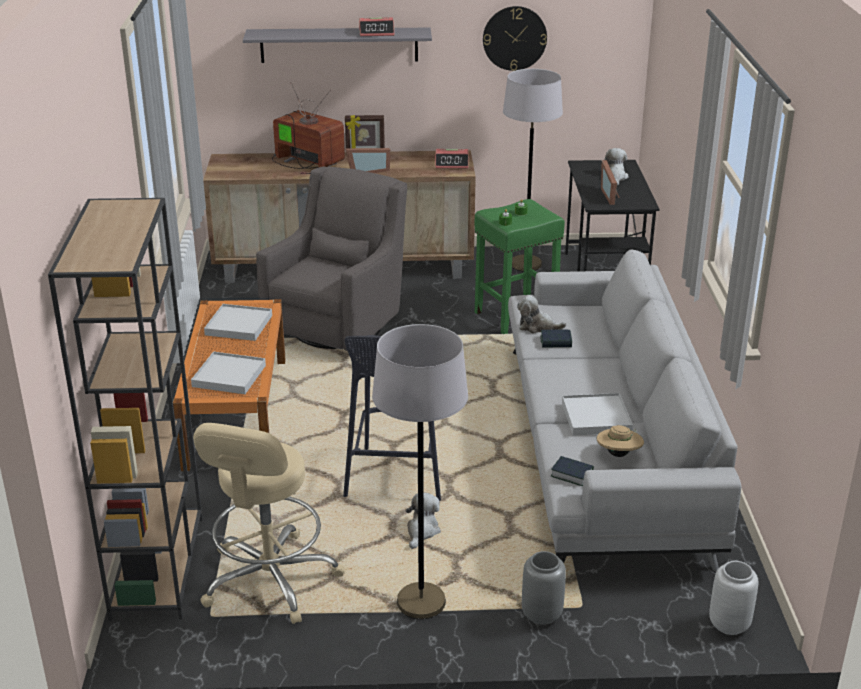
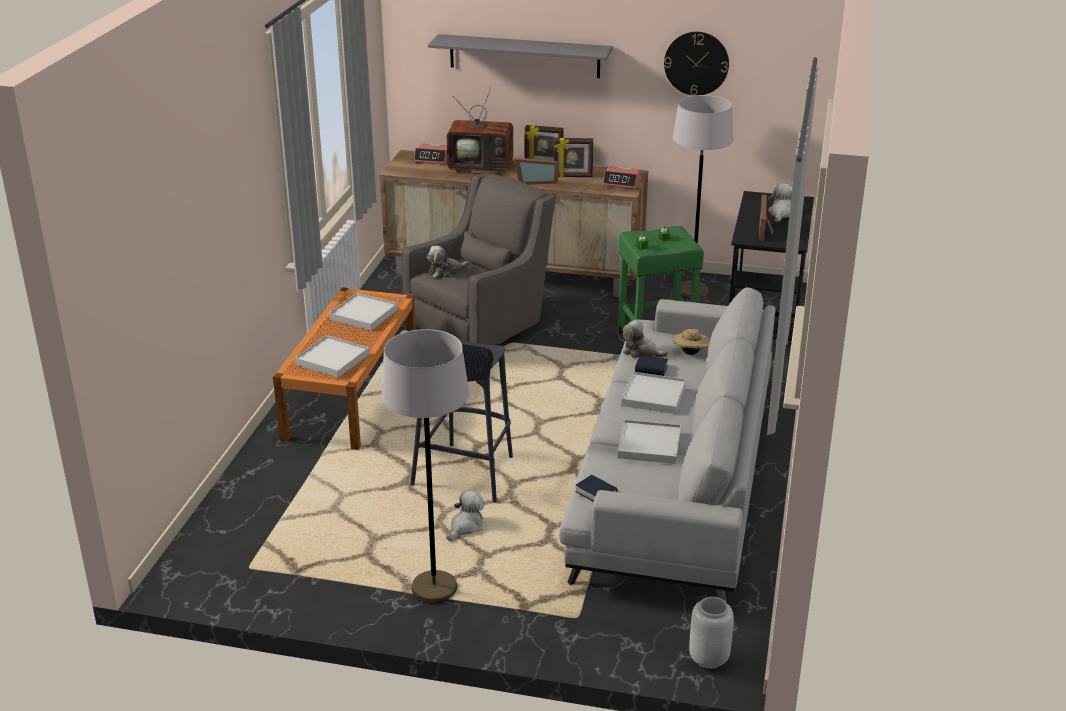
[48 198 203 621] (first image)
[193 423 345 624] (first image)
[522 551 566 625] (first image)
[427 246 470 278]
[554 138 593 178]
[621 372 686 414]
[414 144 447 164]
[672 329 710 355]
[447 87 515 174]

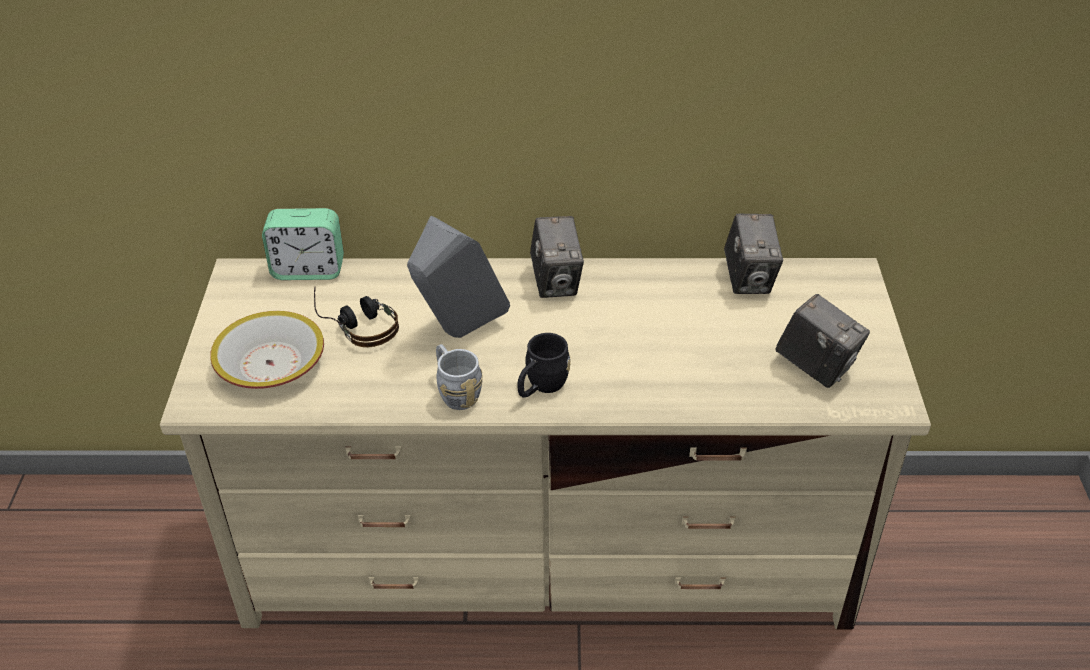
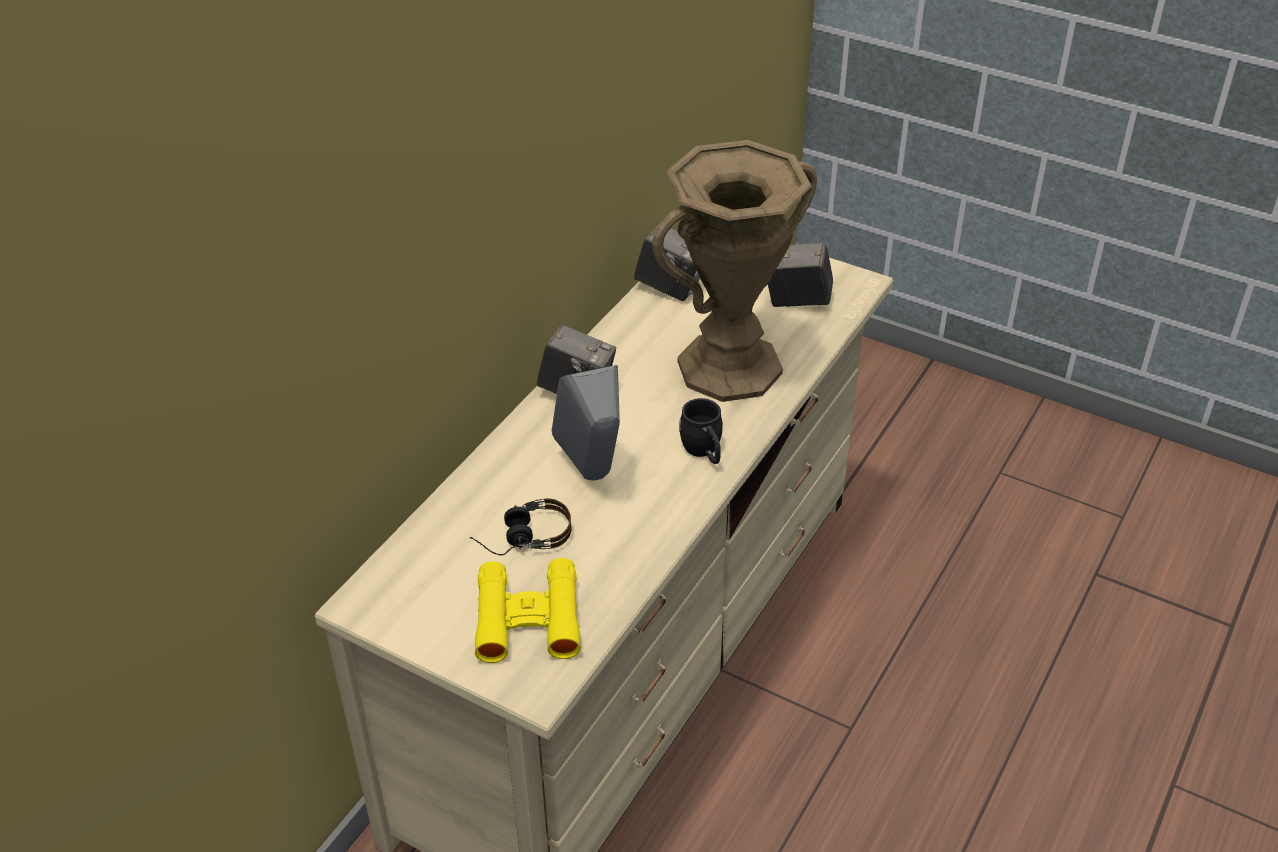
[262 208 344 280] (first image)
[436 344 483 410] (first image)
[652 140 817 402]
[475 558 581 663]
[768 242 833 307]

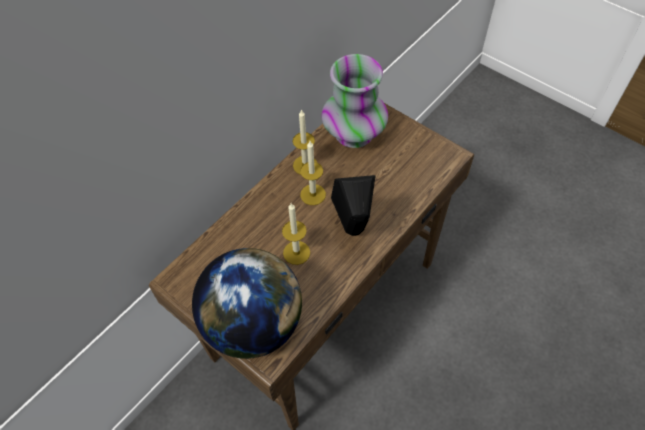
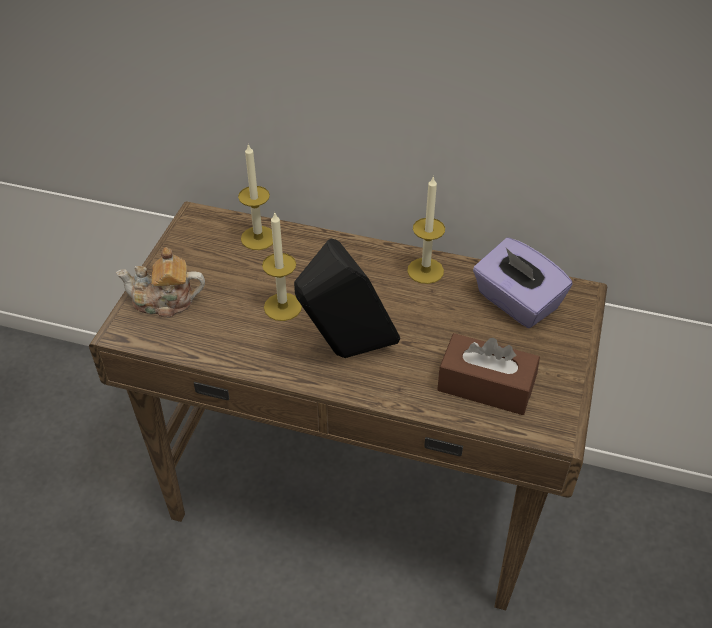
[437 333 540 415]
[238 143 273 250]
[116 247 205 318]
[473 238 573 328]

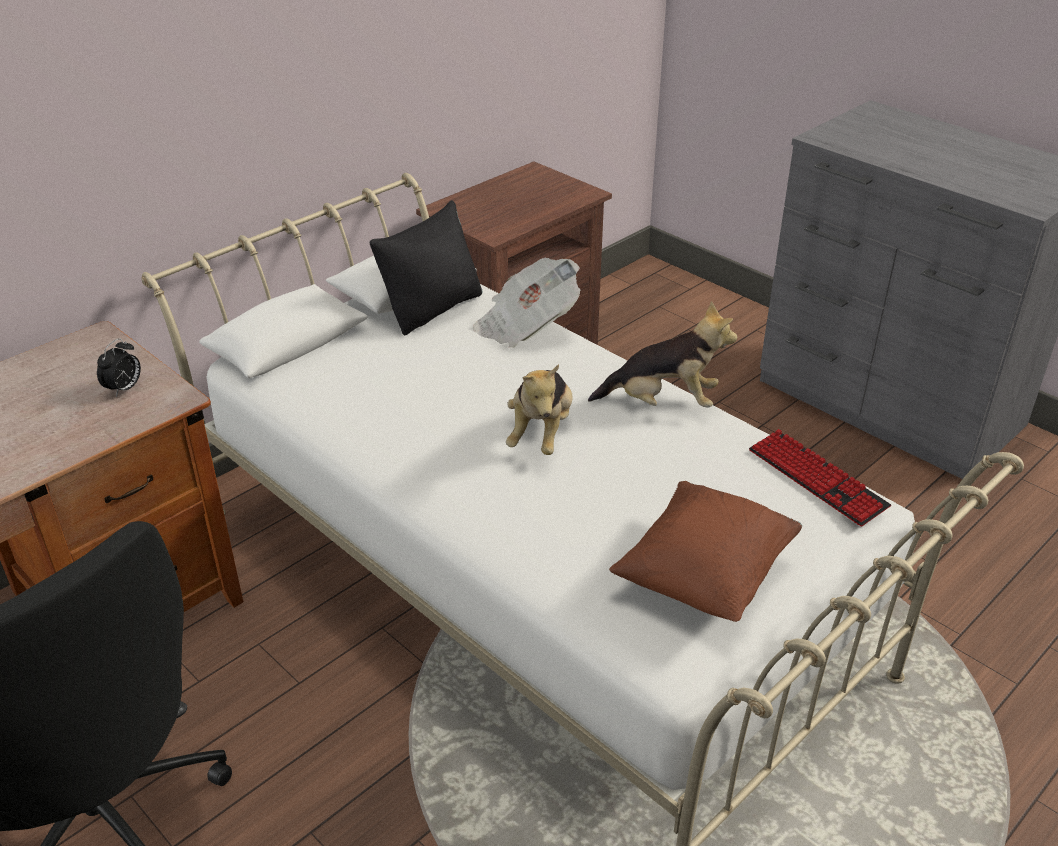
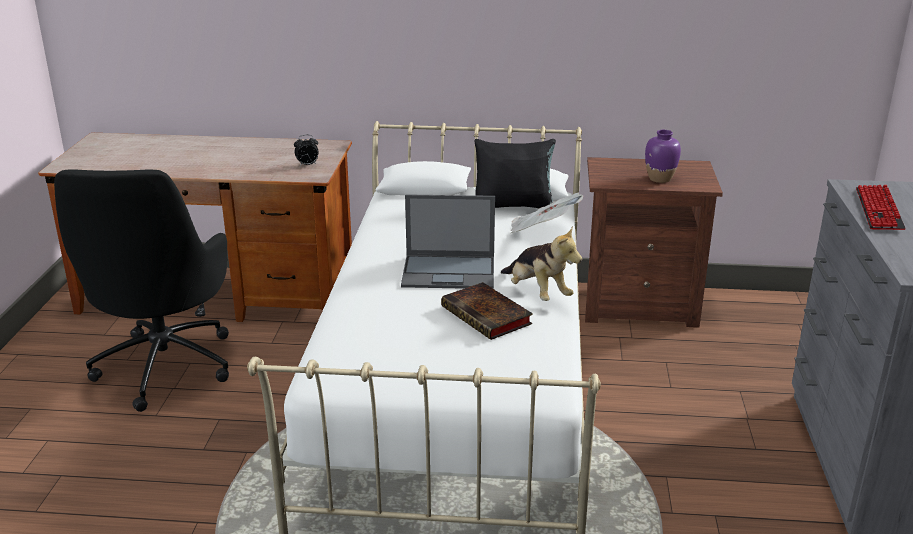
[609 481 802 622] (first image)
[441 282 533 340]
[645 130 681 183]
[856 185 906 230]
[401 194 495 289]

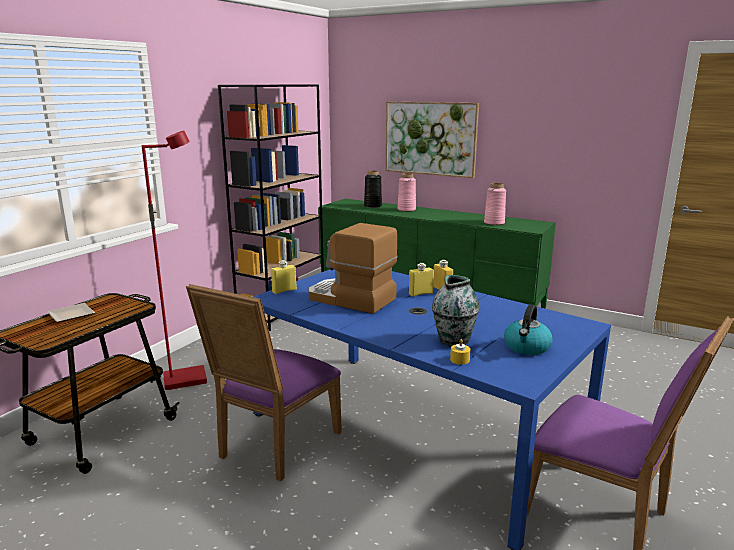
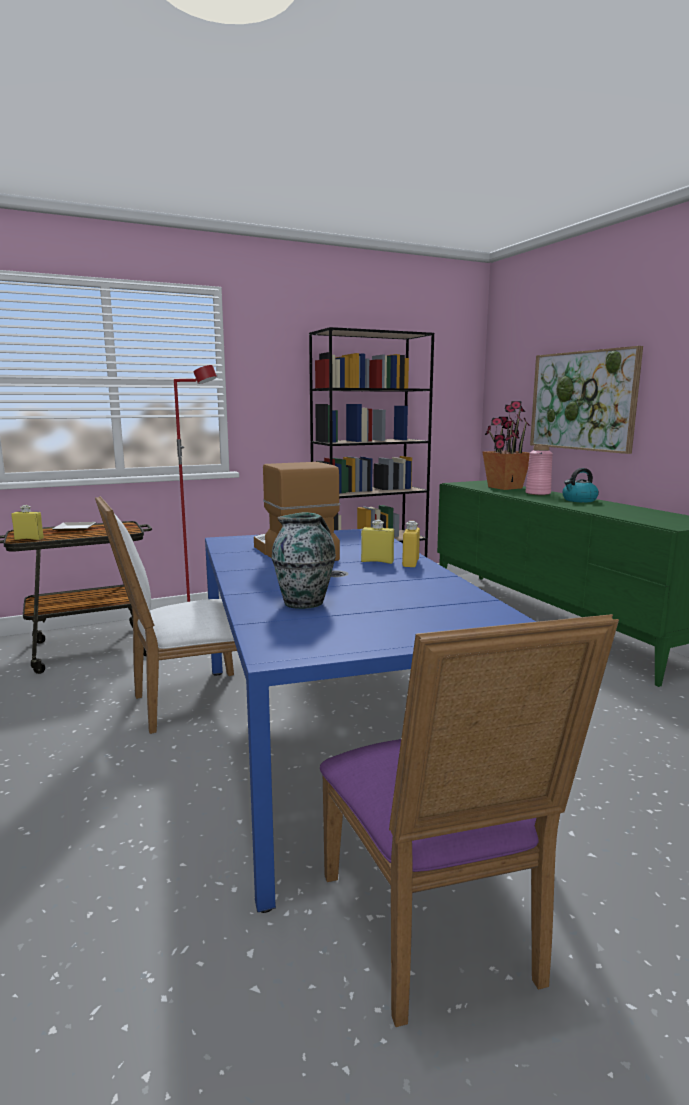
[450 339 471 365] (first image)
[484 183 506 225] (first image)
[11 505 44 540]
[563 468 599 503]
[482 401 530 490]
[95 496 237 734]

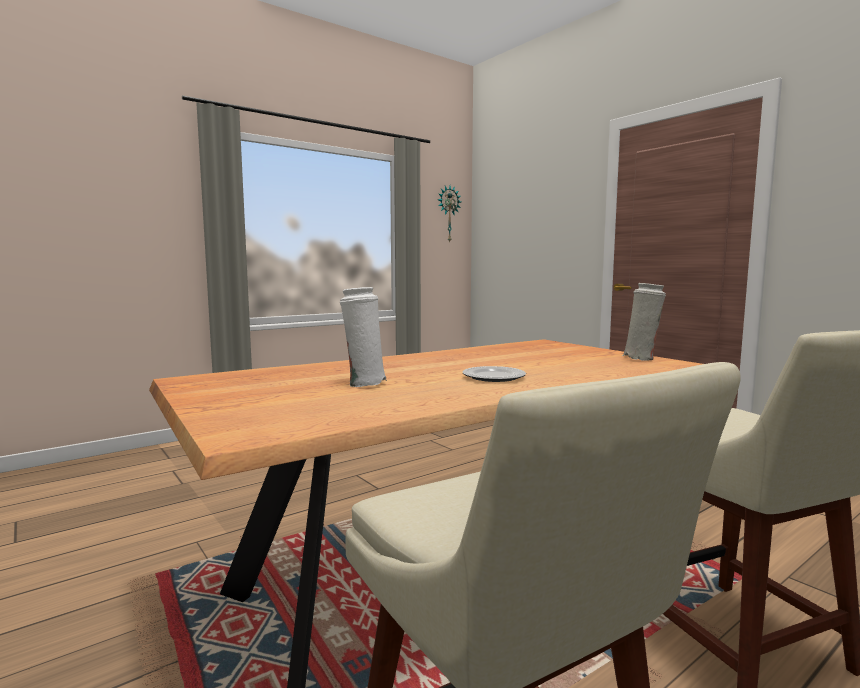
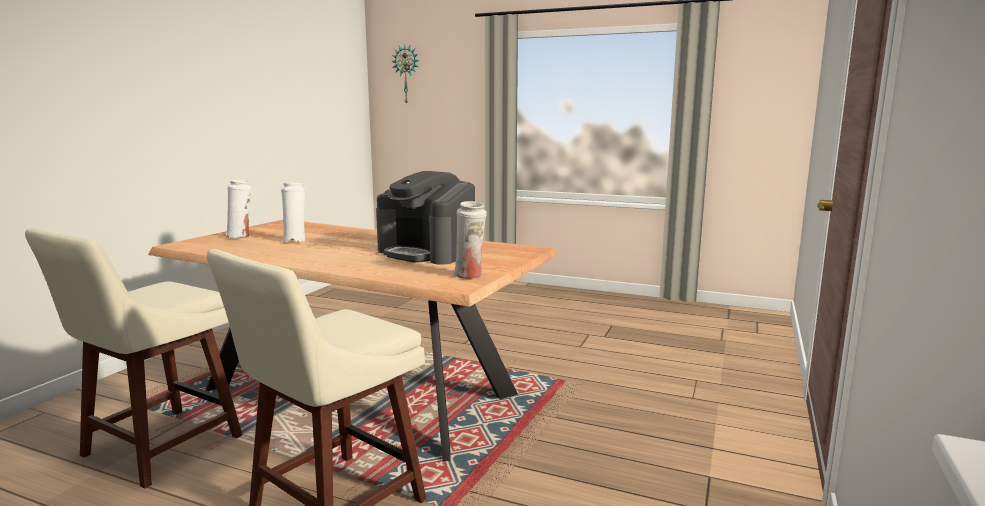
[462 366 526 382] (first image)
[226 180 251 239]
[376 171 475 265]
[391 45 419 105]

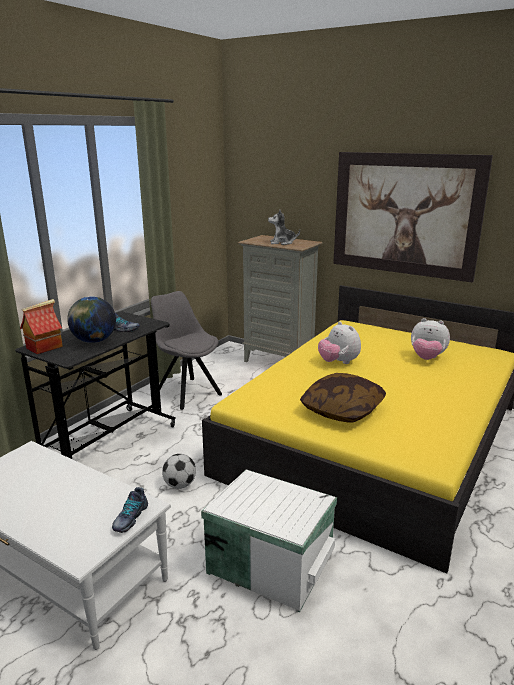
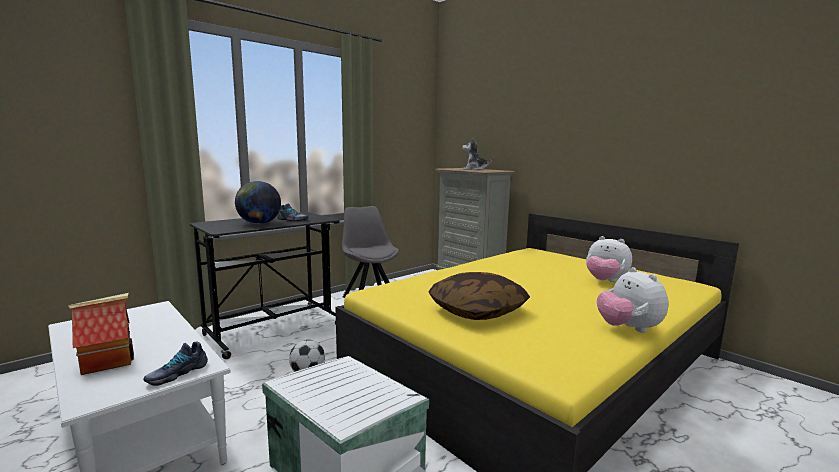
[333 152 493 283] (first image)
[68 293 134 375]
[597 267 668 333]

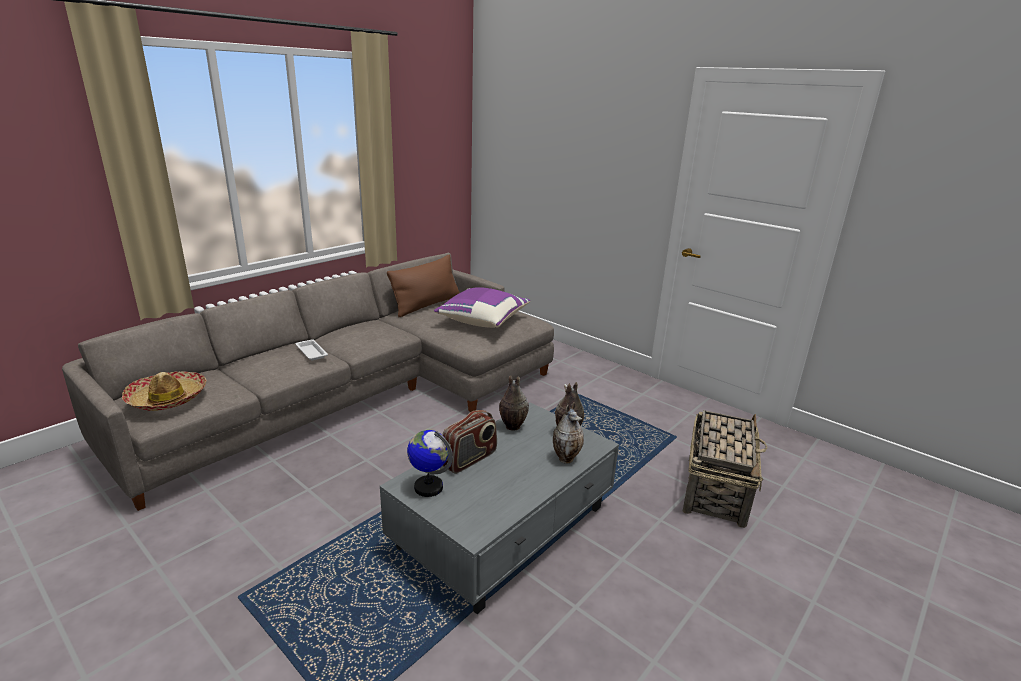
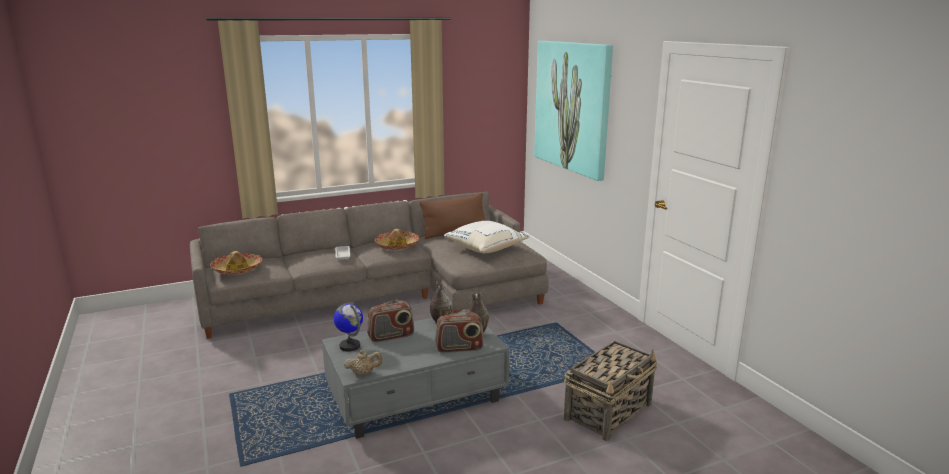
[344 350 382 376]
[375 229 419 250]
[534 41 613 181]
[435 311 484 353]
[444 221 530 254]

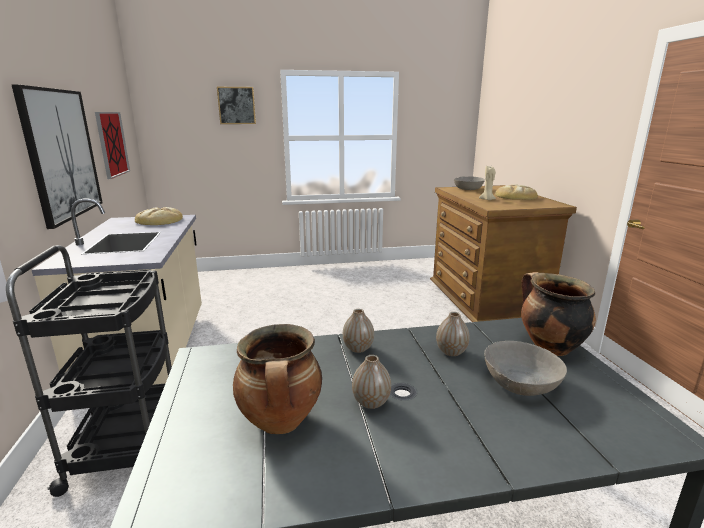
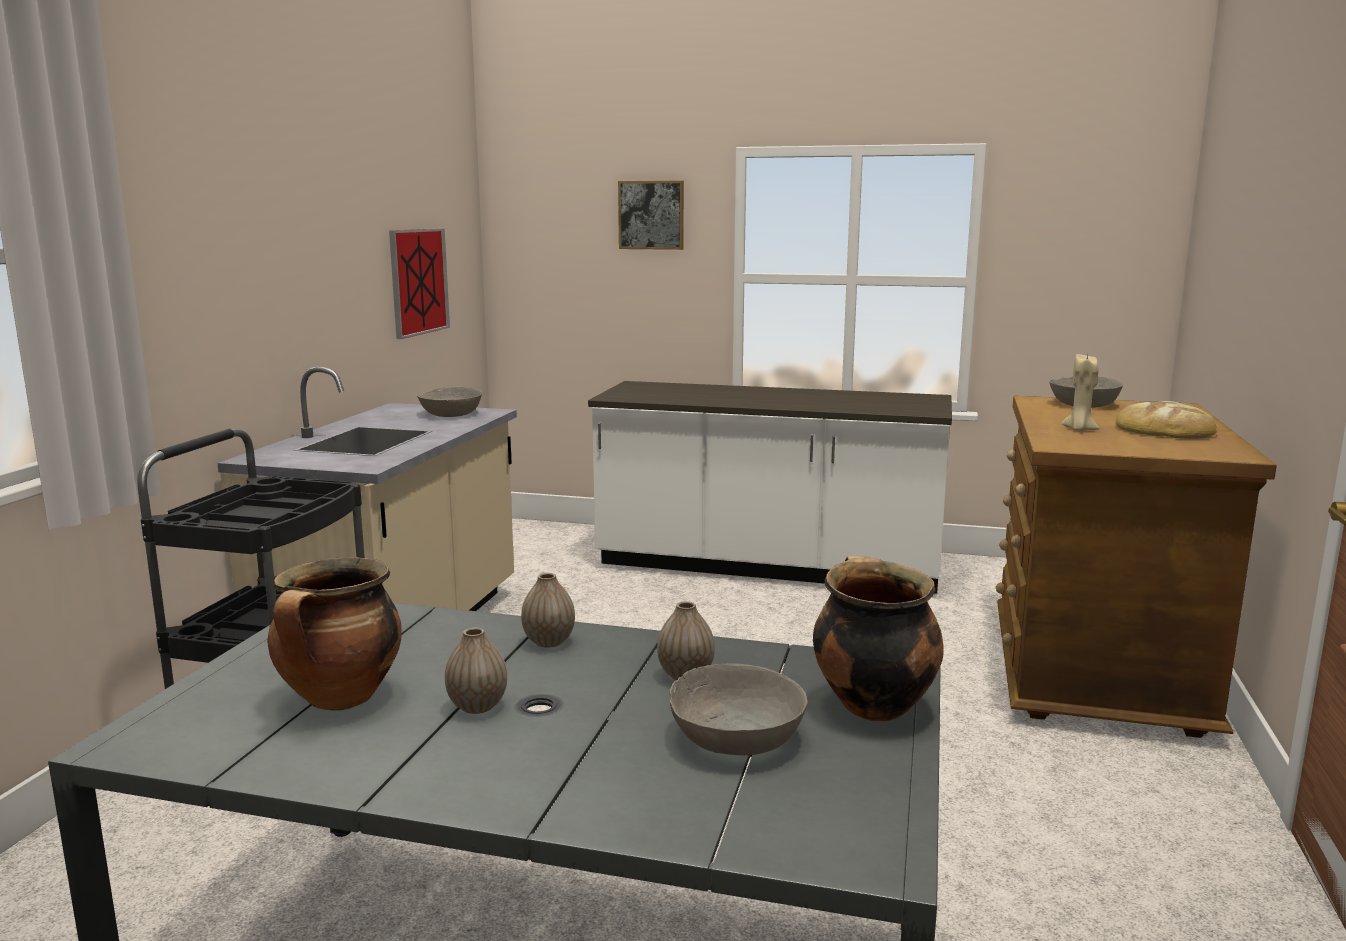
[12 85 103 229] (first image)
[588 381 952 594]
[417 387 482 417]

